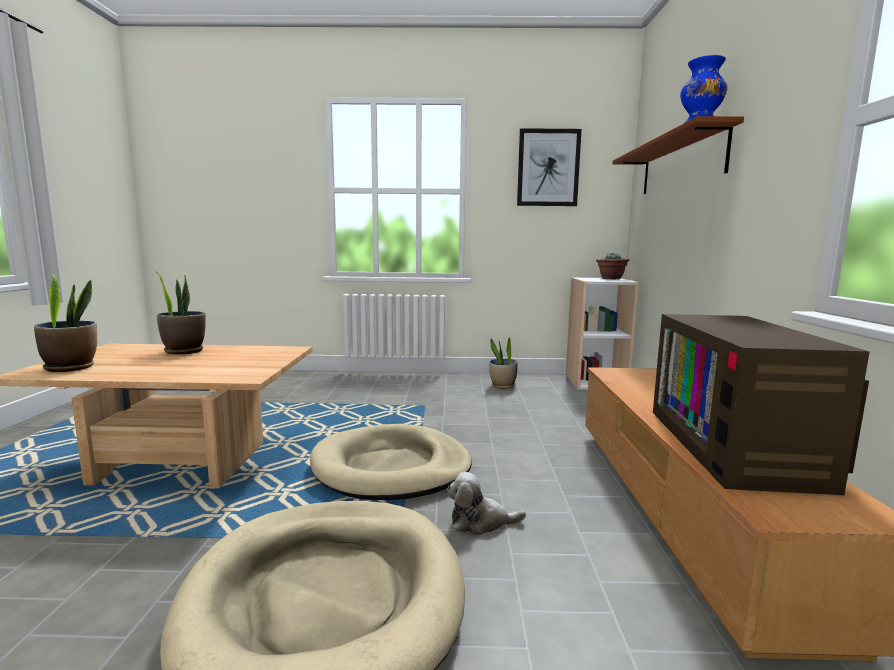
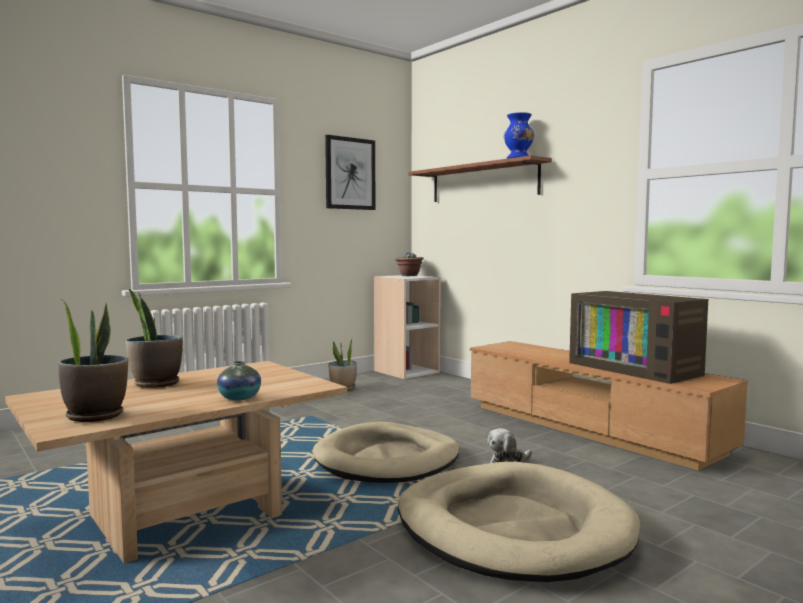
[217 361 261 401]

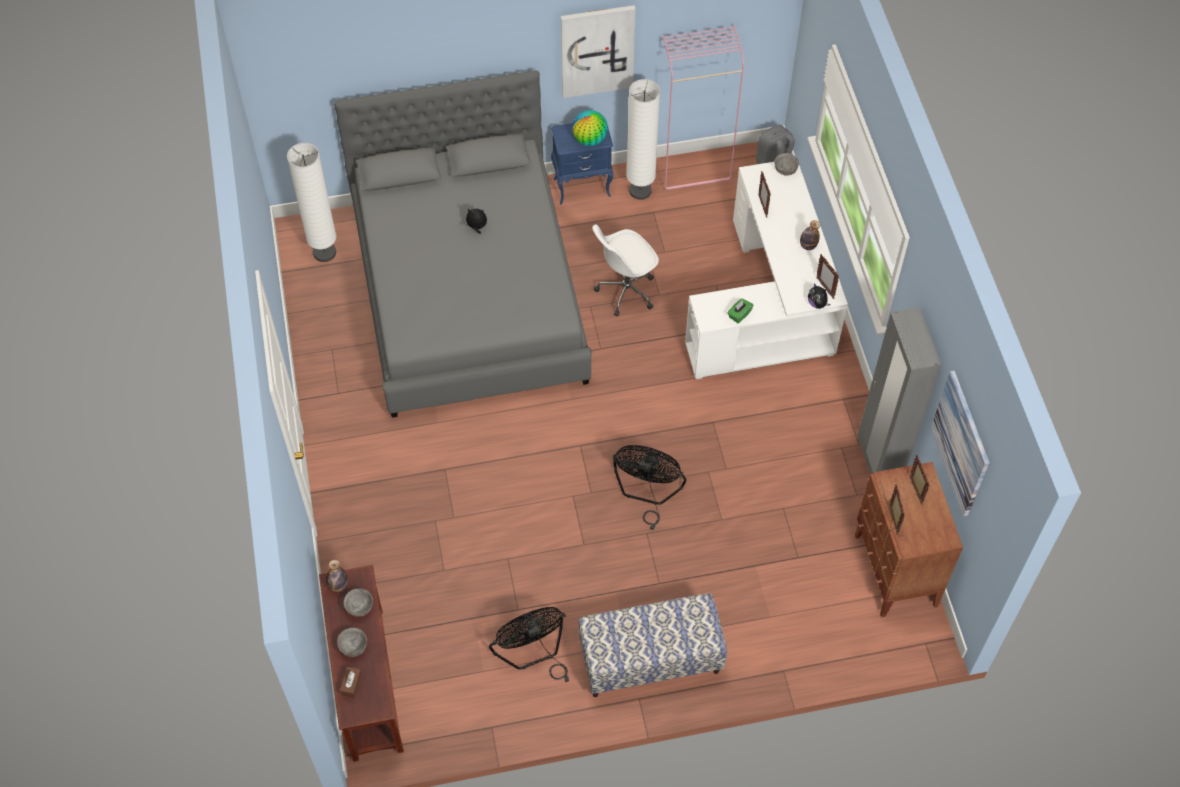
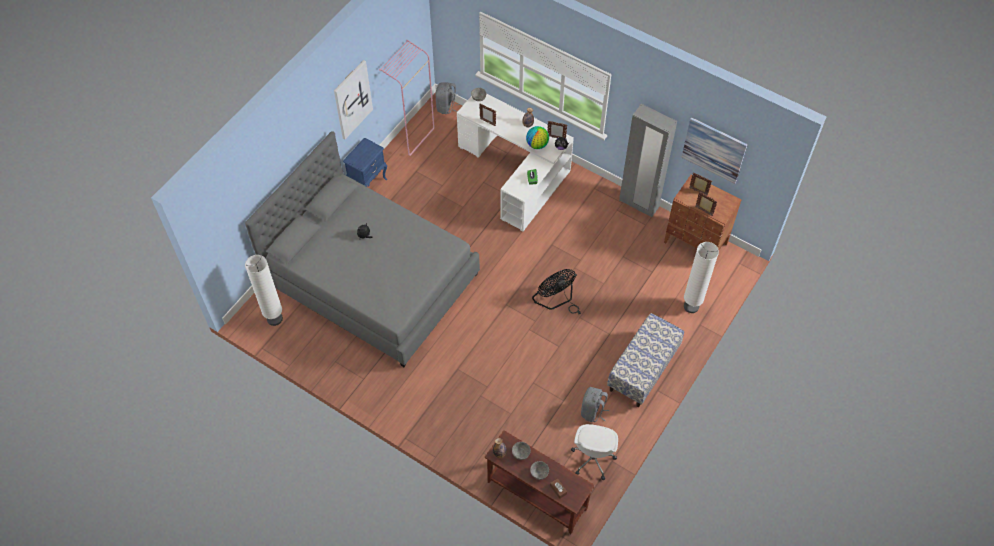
[526 126 549 149]
[571 424 618 480]
[684 242 719 313]
[581 387 609 422]

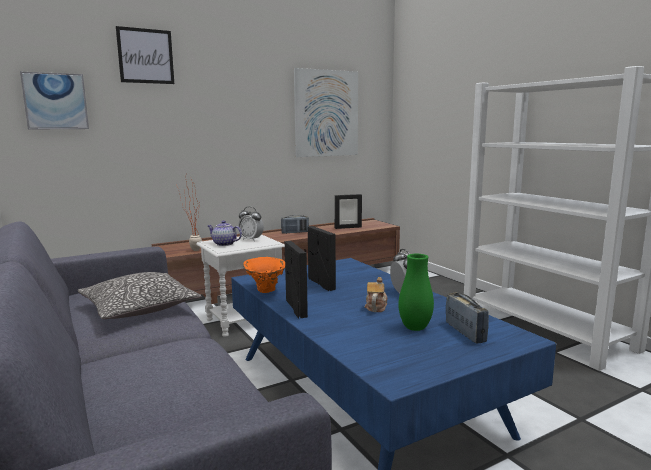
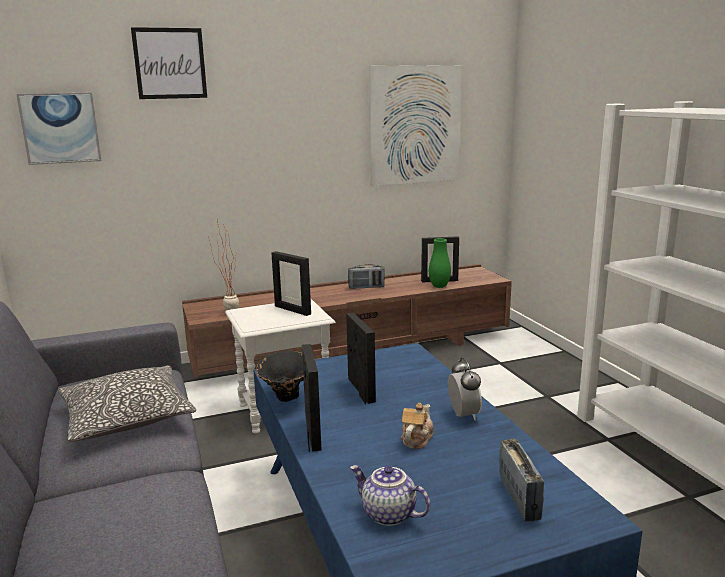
[350 465 431 526]
[429 238 451 288]
[271 251 311 316]
[256 351 304 402]

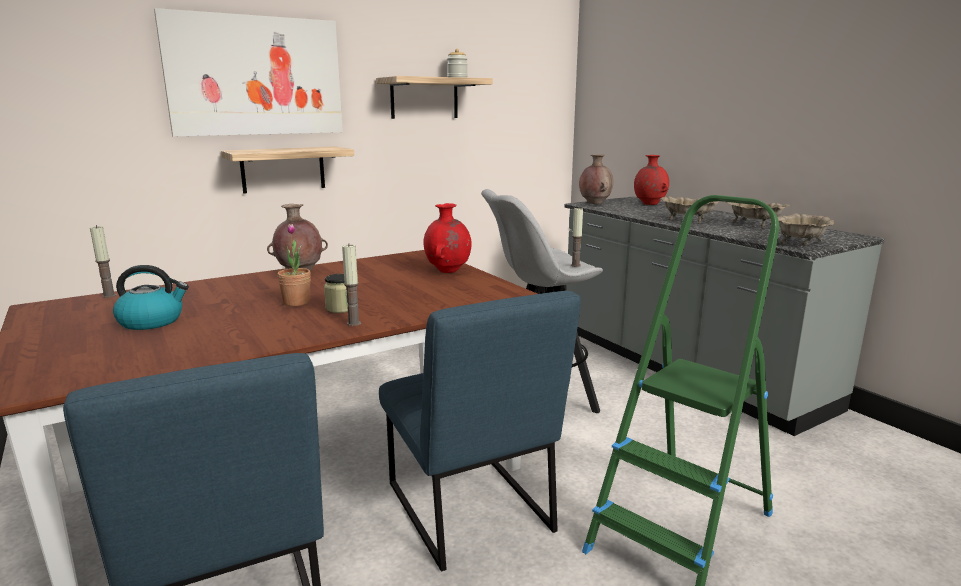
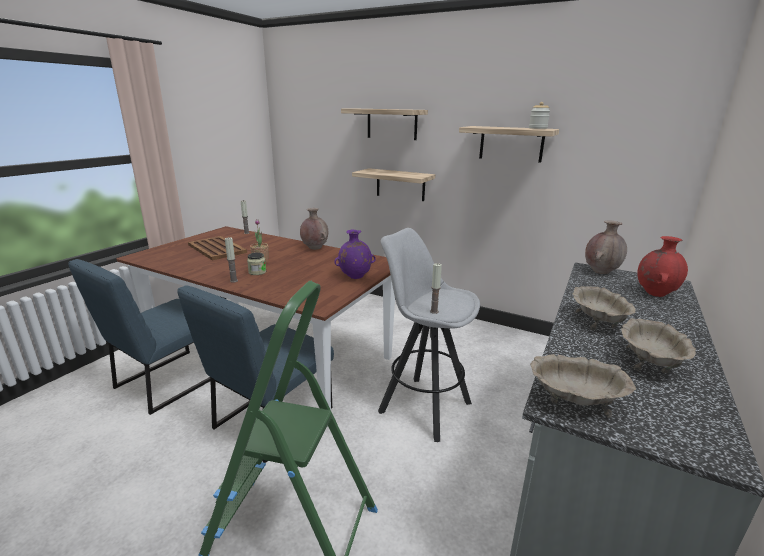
[188 236 247 261]
[341 109 428 140]
[334 229 376 279]

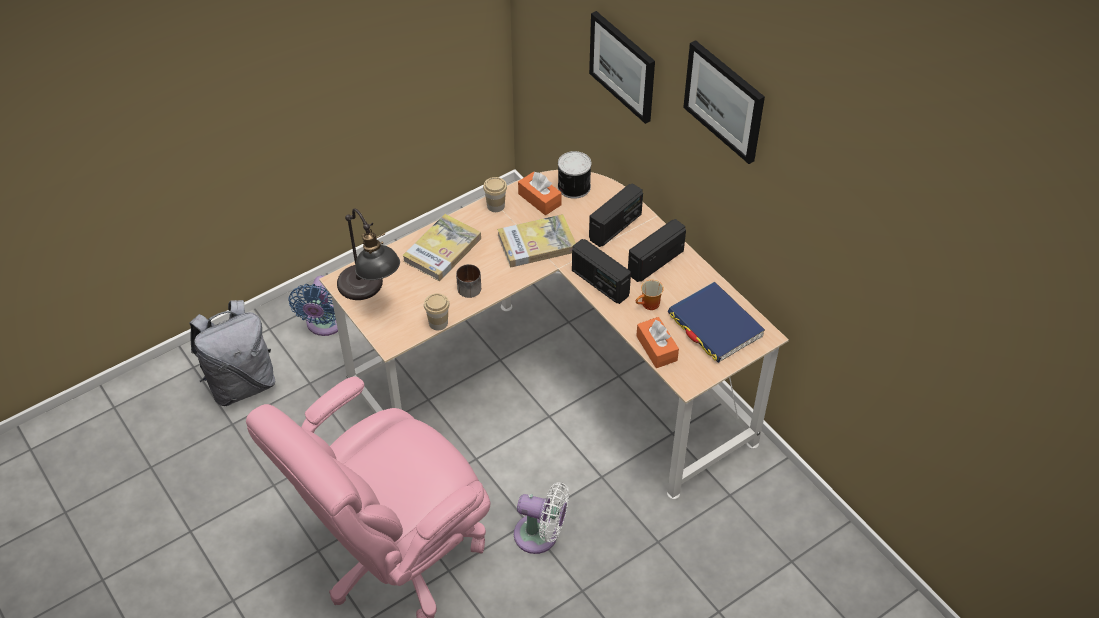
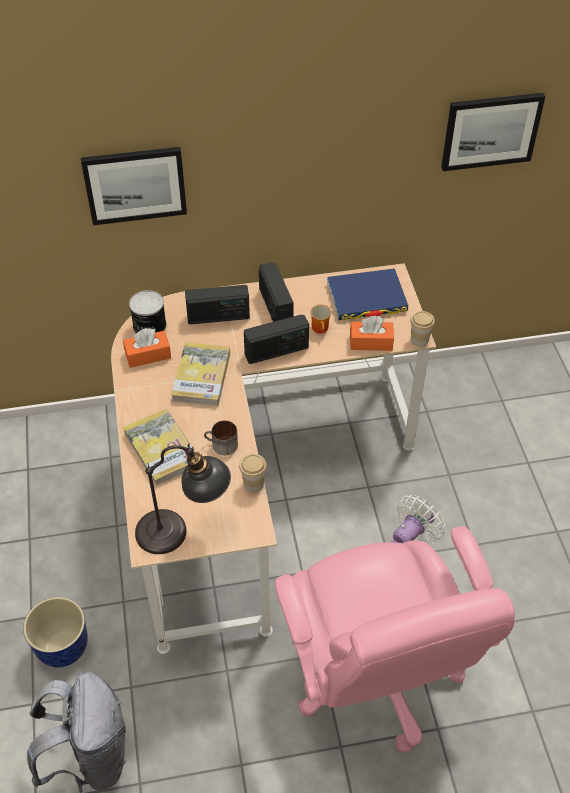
[410 311 435 347]
[441 93 545 171]
[23 597 88 667]
[185 285 250 324]

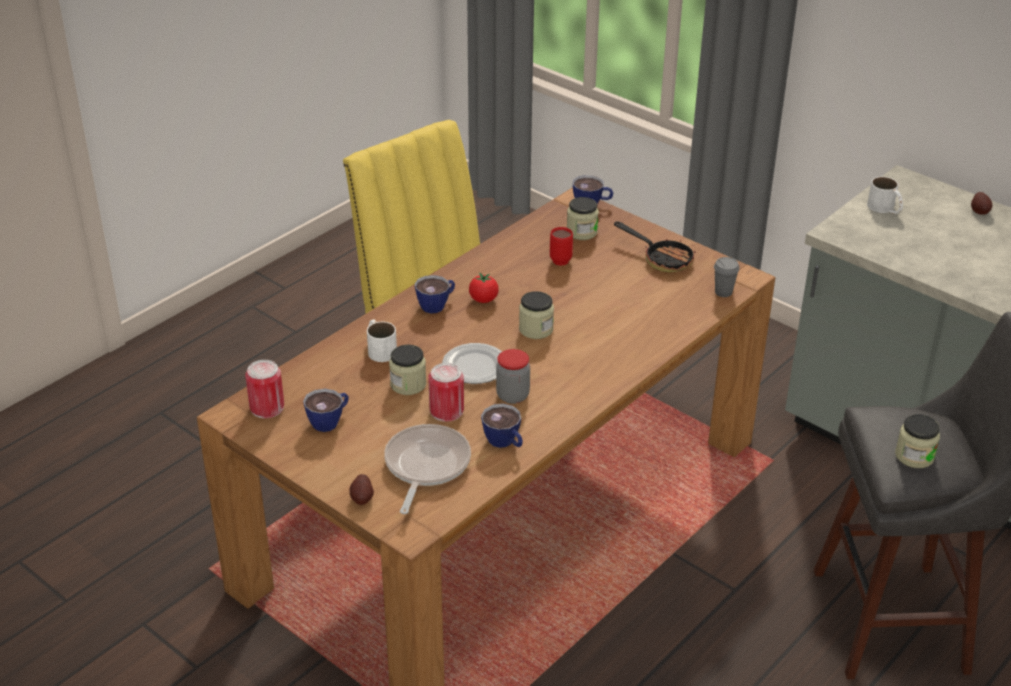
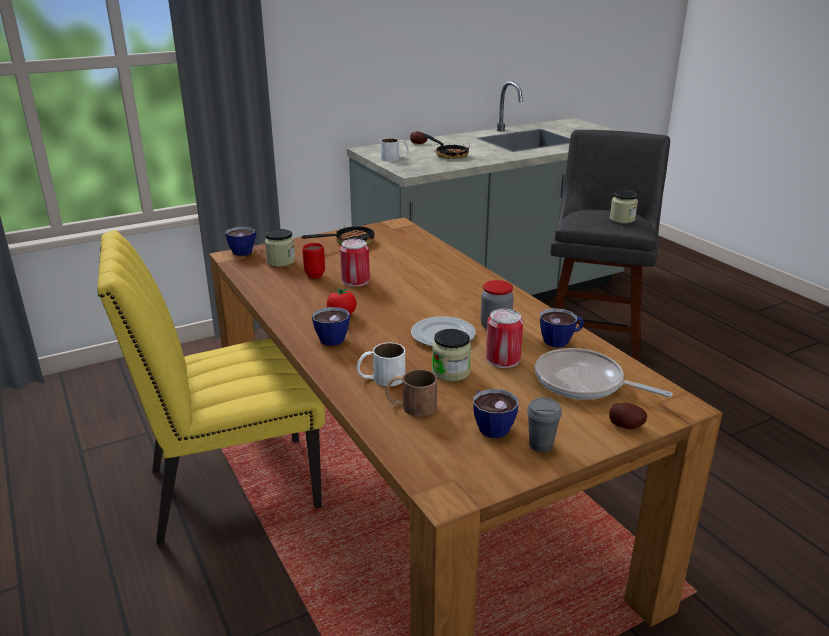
[519 291 554 339] (first image)
[385 369 437 417]
[422 134 470 159]
[340 239 370 287]
[527 398 562 452]

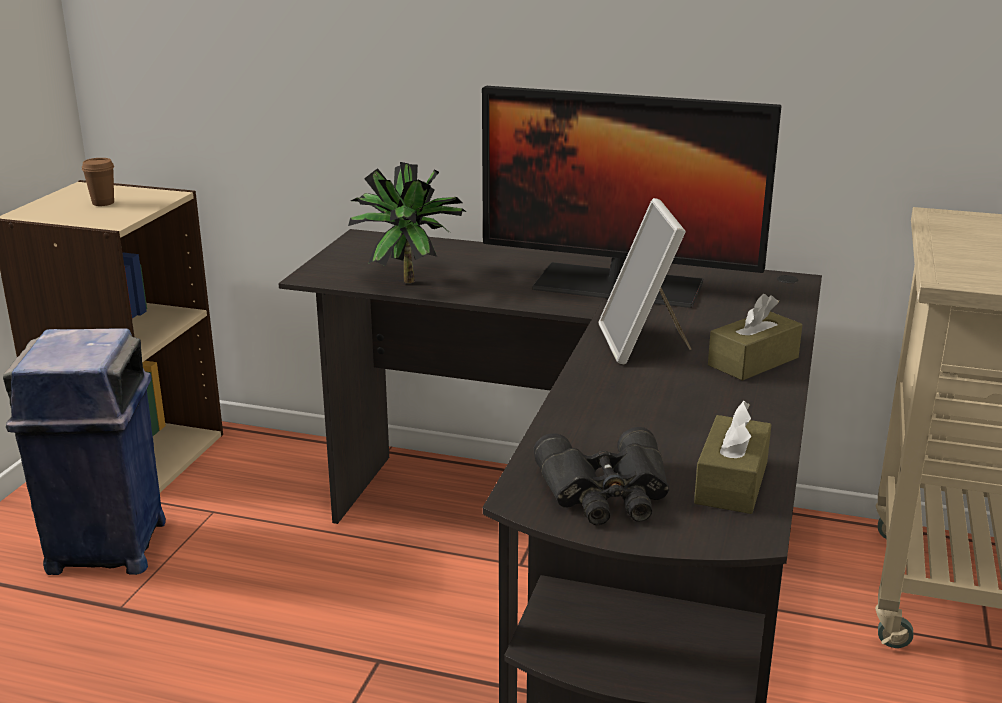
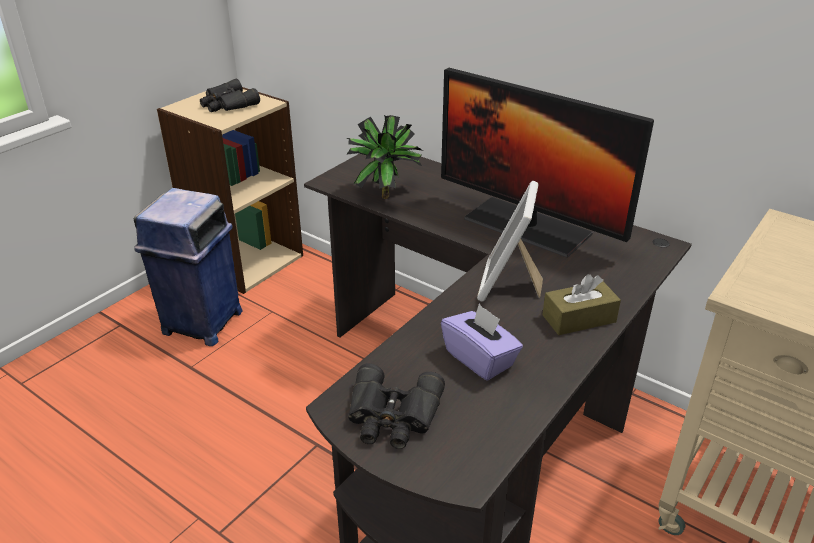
[694 401 771 514] (first image)
[441 304 523 381]
[200 79 260 112]

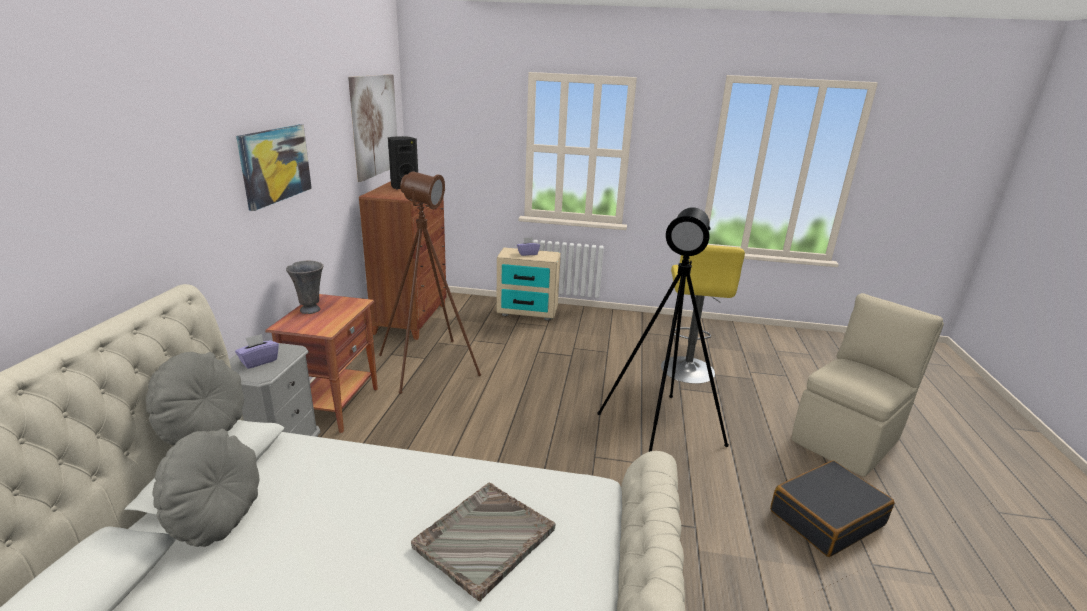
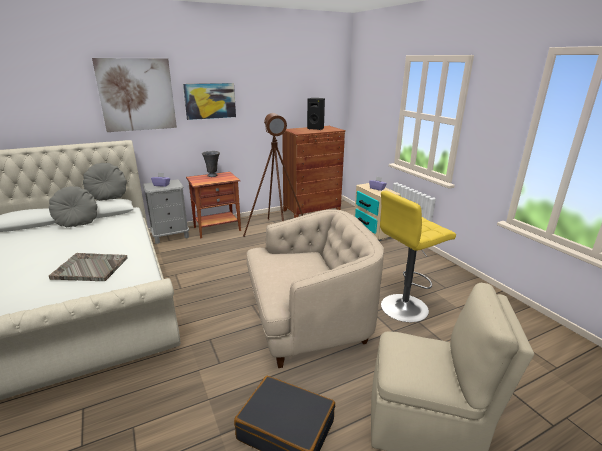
[92 58 177 132]
[247 209 384 368]

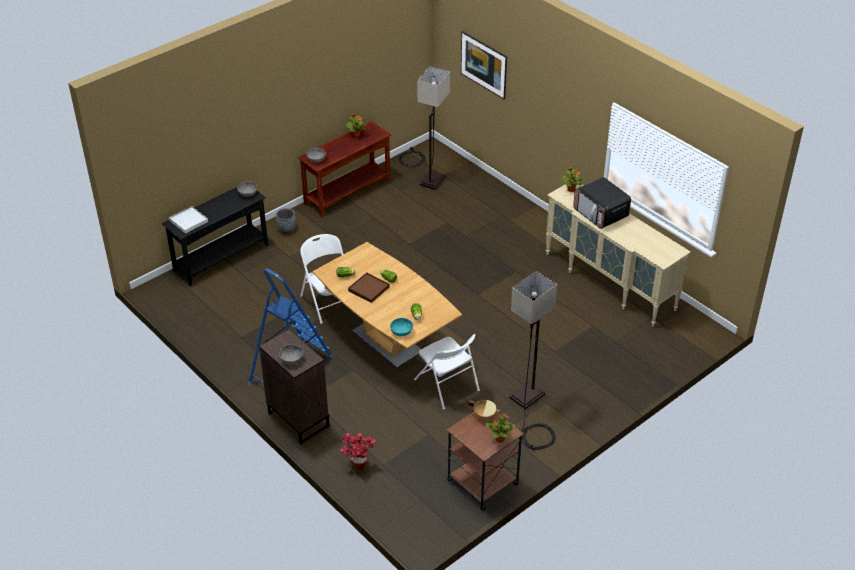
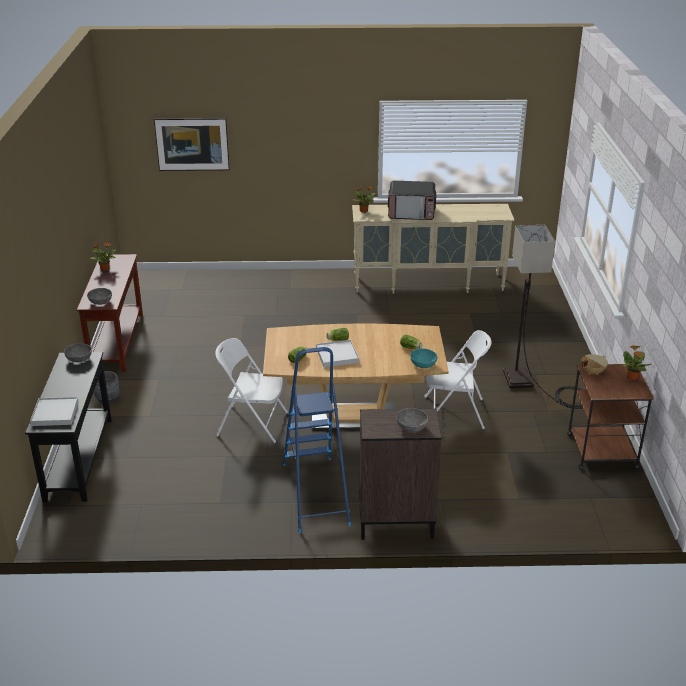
[340 432 376 471] (first image)
[398 66 450 190] (first image)
[316 340 359 367]

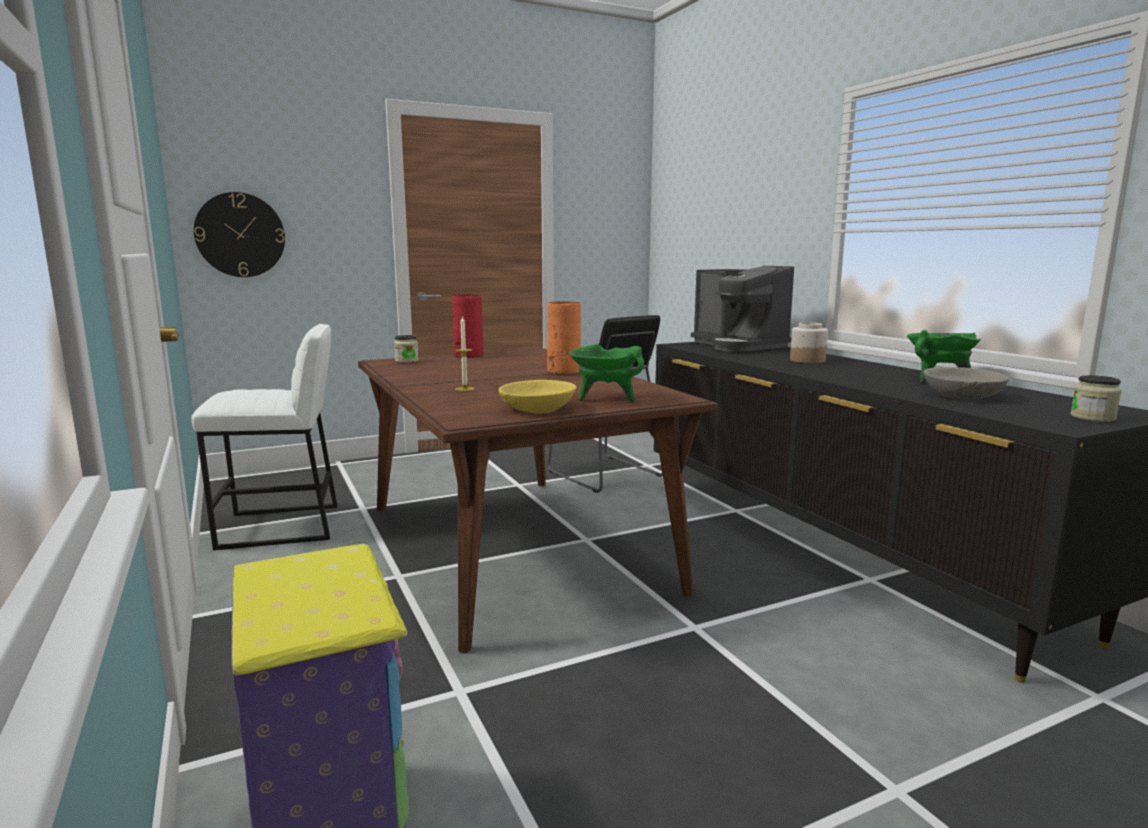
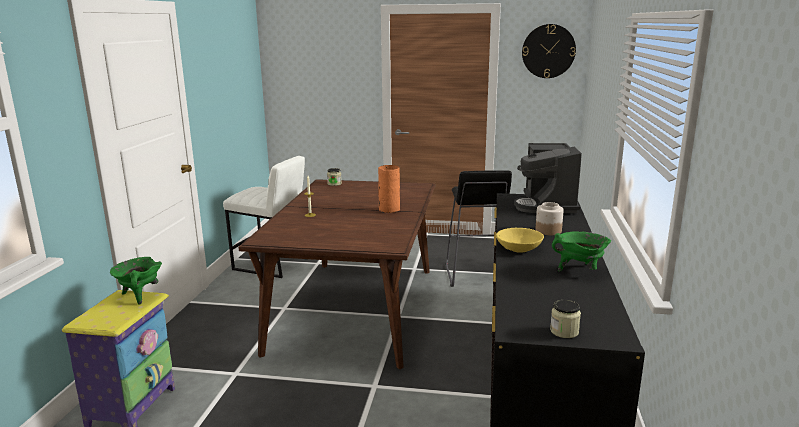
[452 294 484 358] (first image)
[923 367 1010 399] (first image)
[522 24 576 78]
[496 228 544 253]
[110 257 162 305]

